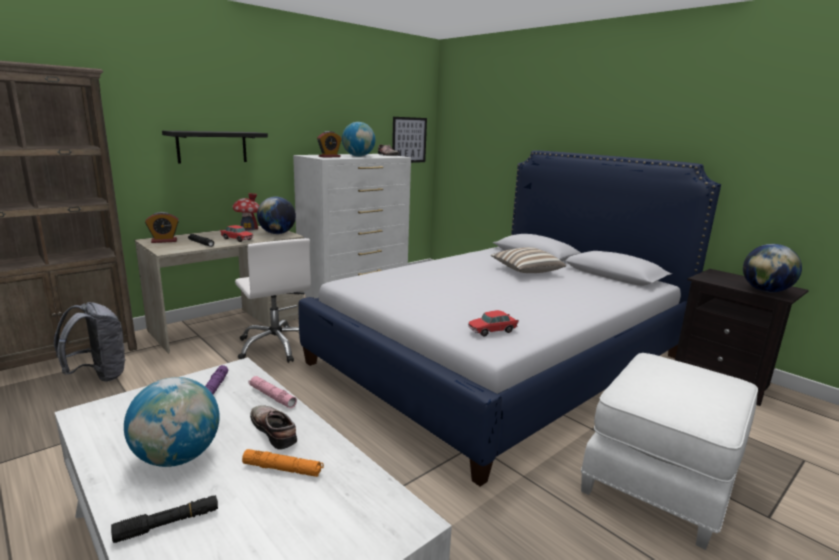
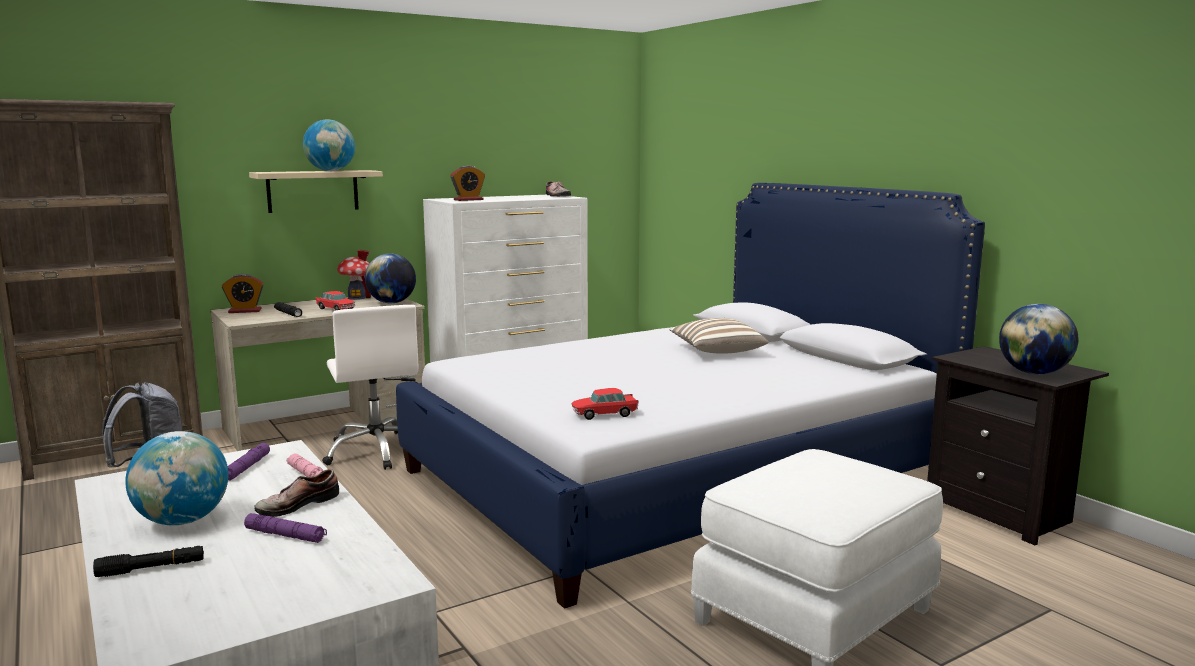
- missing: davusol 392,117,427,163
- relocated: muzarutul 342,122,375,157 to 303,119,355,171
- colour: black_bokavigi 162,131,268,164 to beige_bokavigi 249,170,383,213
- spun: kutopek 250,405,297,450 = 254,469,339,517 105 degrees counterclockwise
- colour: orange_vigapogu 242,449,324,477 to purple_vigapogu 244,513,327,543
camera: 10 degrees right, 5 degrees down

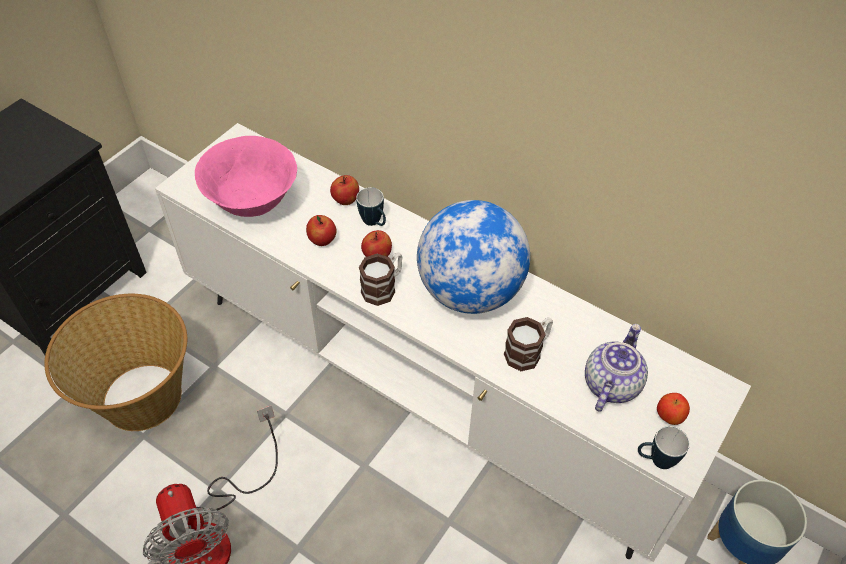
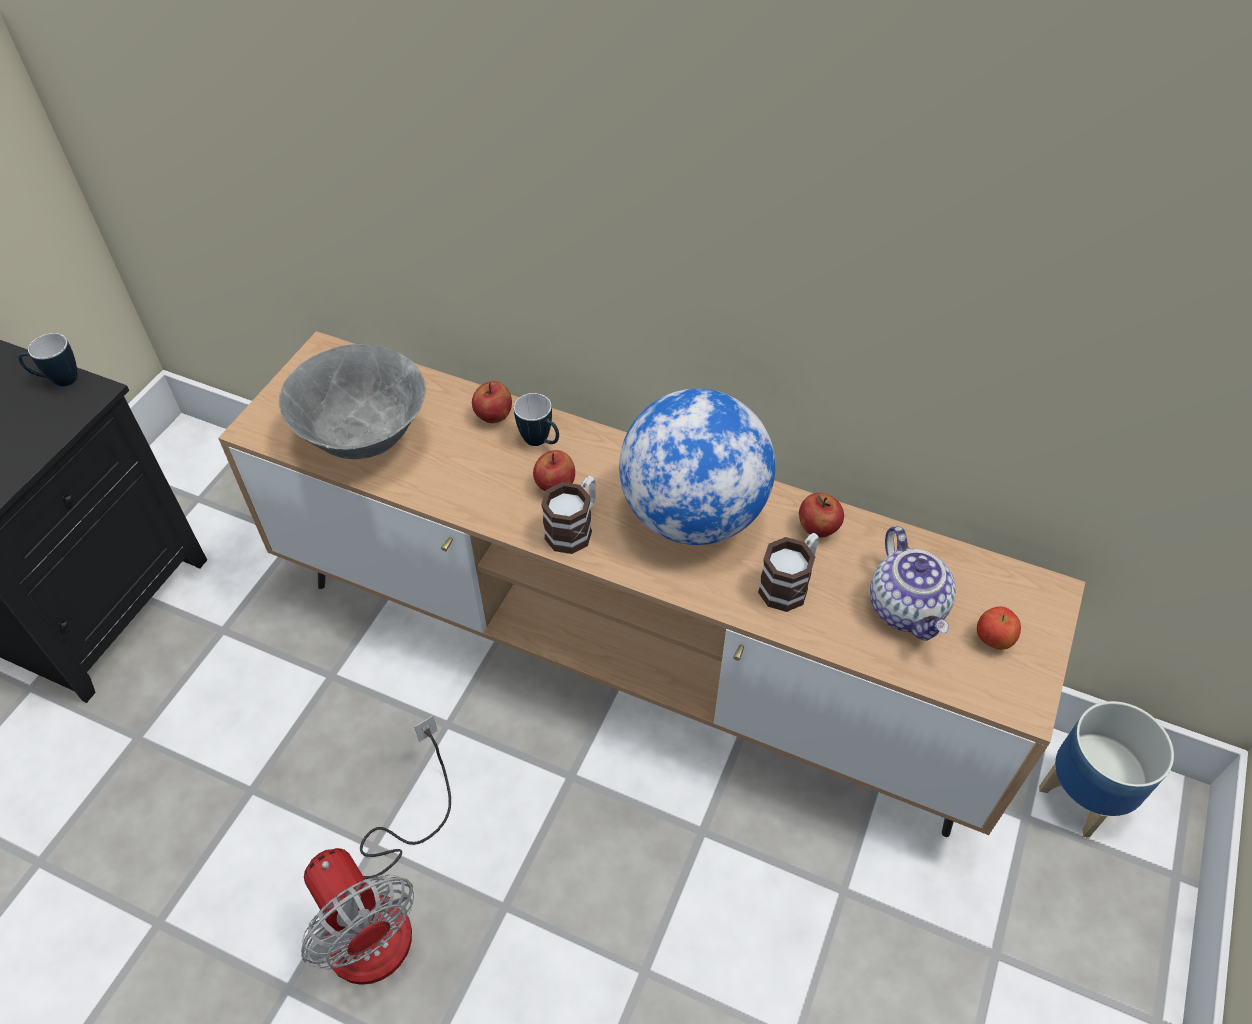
- colour: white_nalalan 155,123,751,562 to brown_nalalan 218,331,1085,837
- colour: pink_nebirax 195,136,297,217 to grey_nebirax 279,344,426,459
- relocated: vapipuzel 306,215,336,246 to 799,493,844,538
- missing: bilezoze 44,294,187,431
- spun: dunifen 585,324,648,412 = 870,526,956,641 150 degrees clockwise
- relocated: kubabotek 638,426,690,469 to 18,333,77,386
camera: 10 degrees left, 0 degrees up

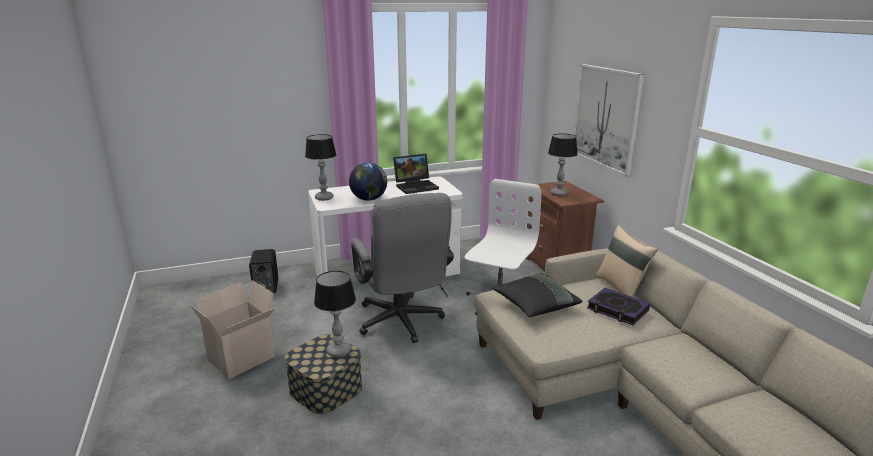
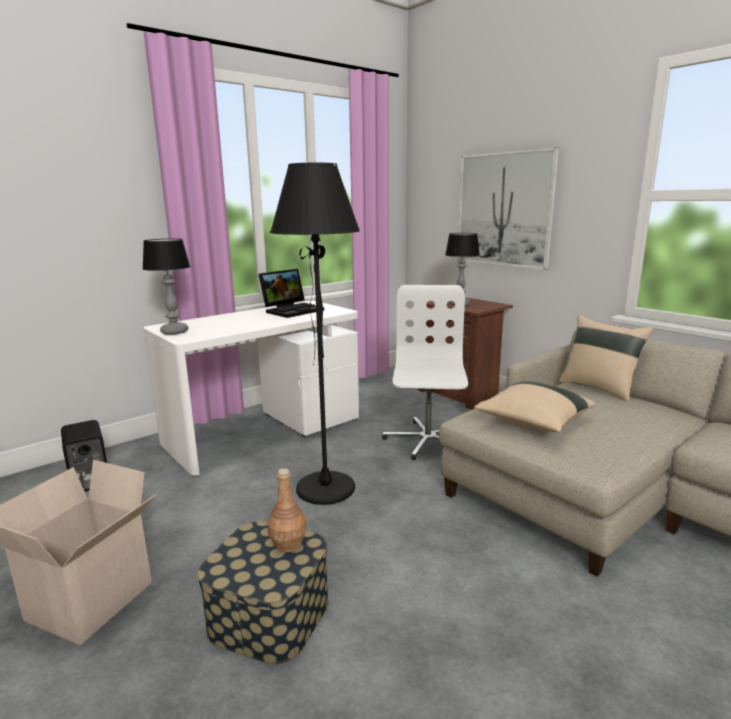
- missing: muzarutul 349,163,387,201
- exchanged: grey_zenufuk 351,193,454,343 to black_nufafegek 270,163,360,505
- exchanged: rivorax 314,271,356,357 to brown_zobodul 268,468,307,552
- colour: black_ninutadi 492,273,582,317 to beige_ninutadi 475,381,595,432
- missing: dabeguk 587,288,650,325
camera: 20 degrees left, 5 degrees down

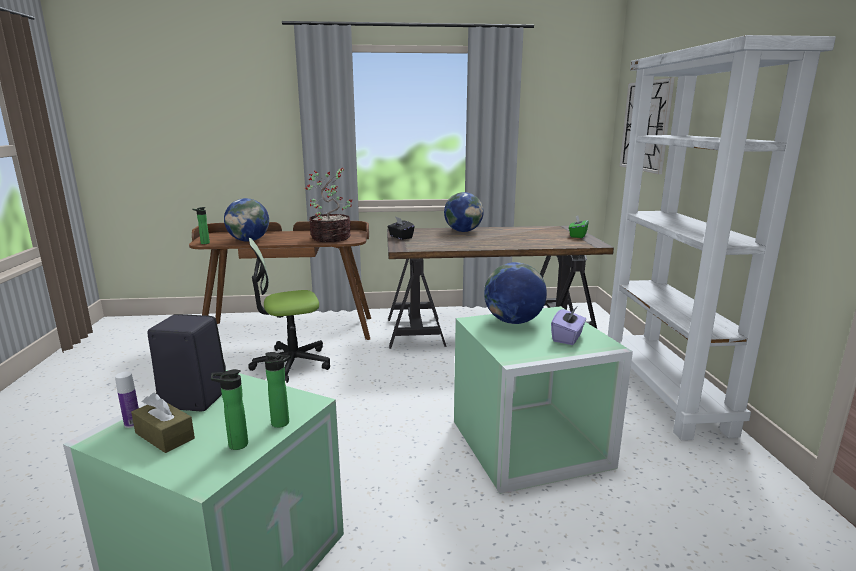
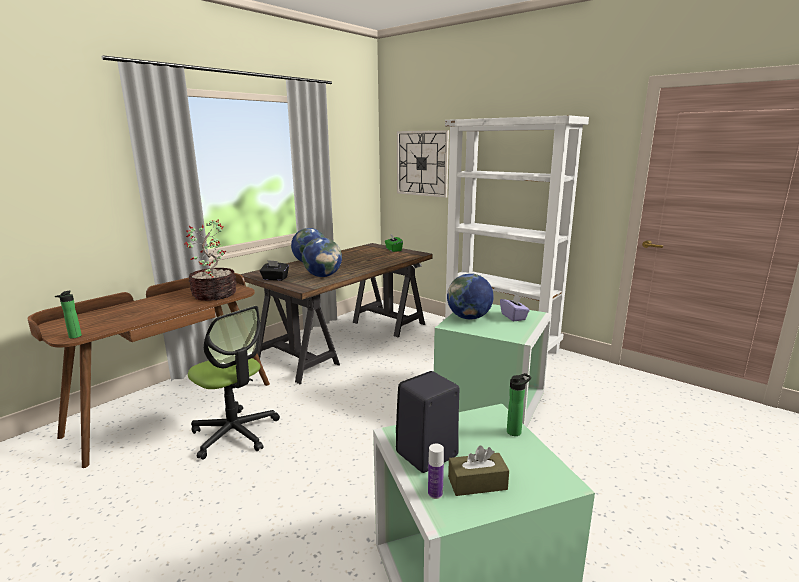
- relocated: muzarutul 224,198,269,242 to 302,238,342,277
- spun: zenufuk 248,238,330,383 = 188,306,280,460 75 degrees counterclockwise
- missing: zobodul 211,369,248,450
camera: 45 degrees left, 0 degrees up

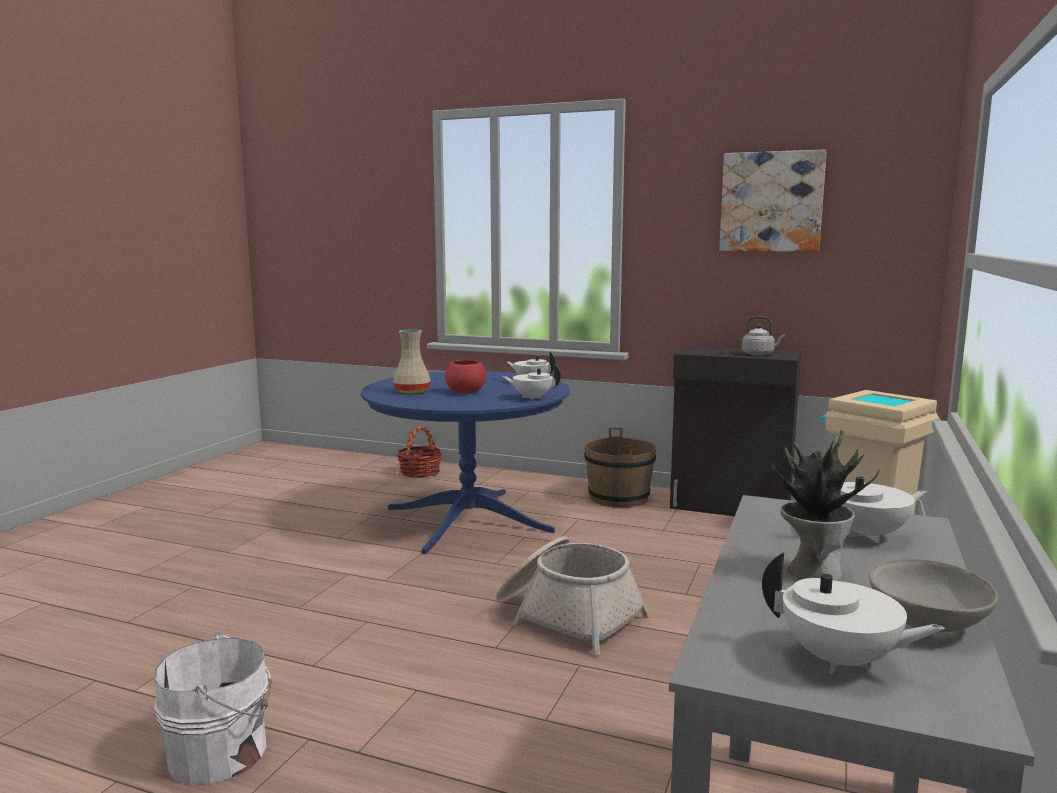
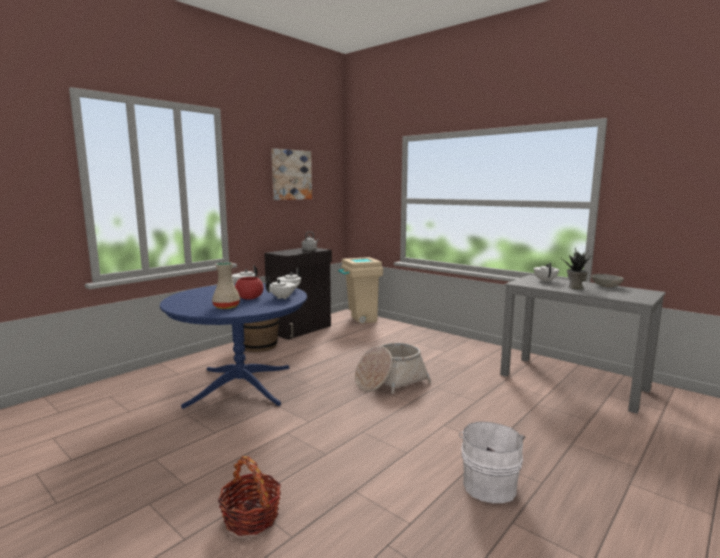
- relocated: bilezoze 397,426,442,478 to 218,456,281,536
- relocated: white_dunifen 762,552,945,675 to 265,277,300,299
camera: 70 degrees left, 0 degrees up

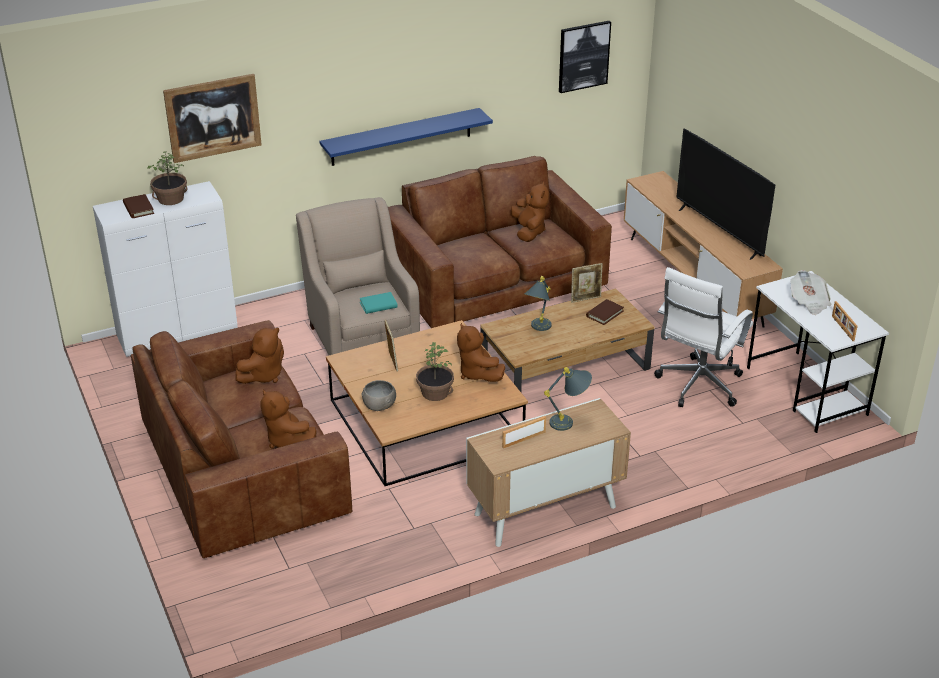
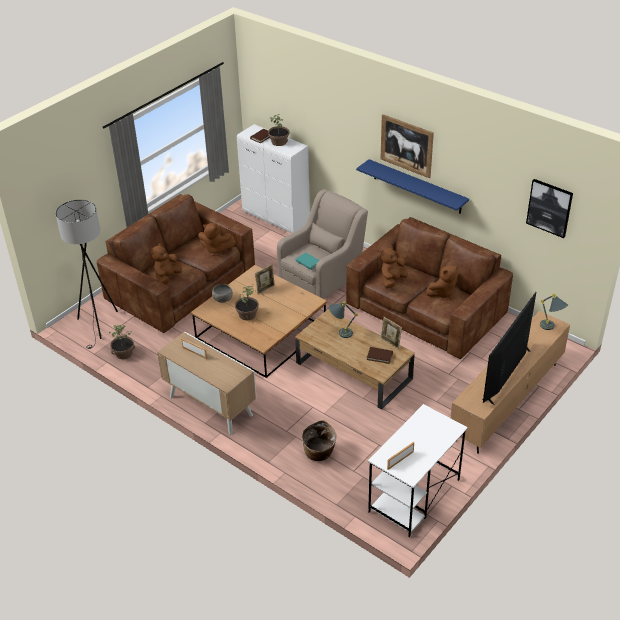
- relocated: davusol 163,74,262,163 to 380,114,434,178
- missing: white_zenufuk 654,267,753,407
- missing: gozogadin 790,270,832,315
- relocated: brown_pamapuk 457,323,505,382 to 381,245,408,289
- relocated: grey_rivorax 544,367,592,431 to 540,293,568,330
- appeared: grey_nufafegek 56,200,118,349
- appeared: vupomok 109,325,135,359
- appeared: bilezoze 302,420,337,461
camera: 65 degrees right, 5 degrees up

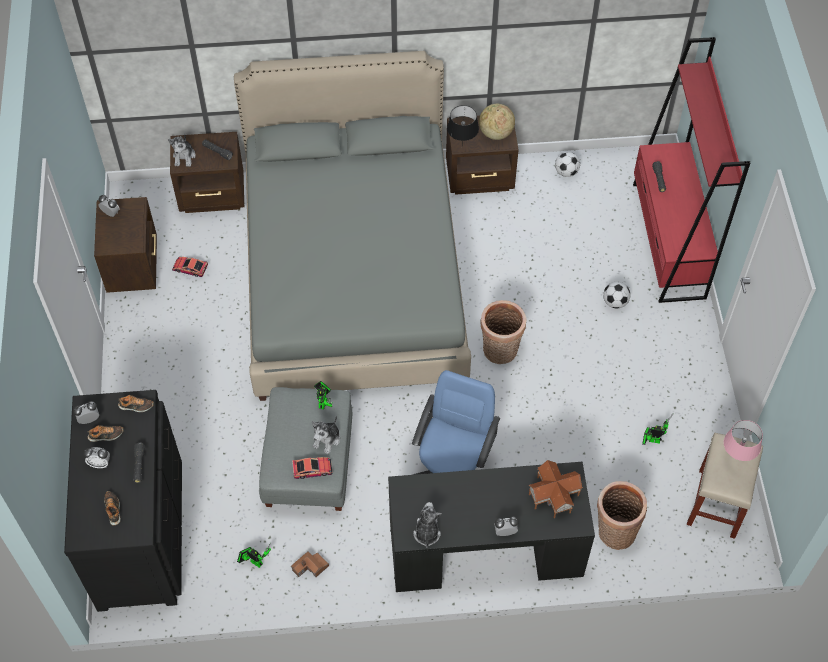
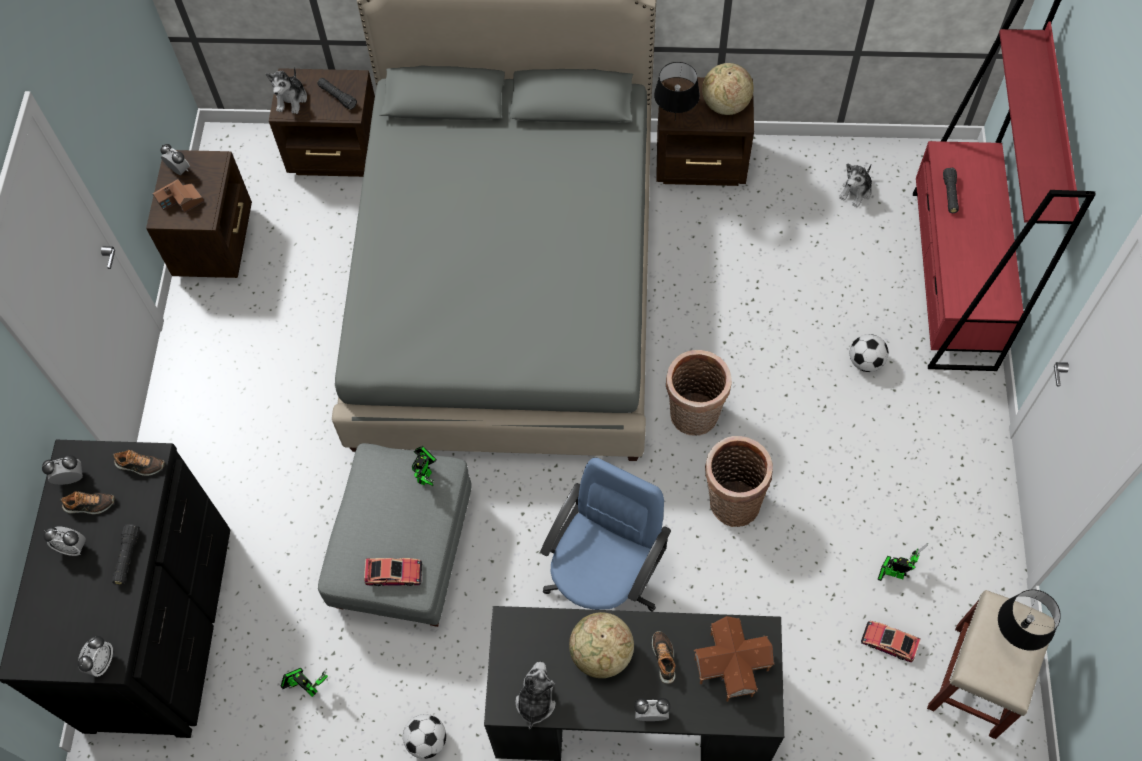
- relocated: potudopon 555,152,580,177 to 403,714,446,759
- relocated: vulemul 172,257,208,277 to 861,621,921,662
- relocated: pamapuk 312,416,340,454 to 839,164,872,208
- colour: pink_rivorax 724,420,763,461 to black_rivorax 998,590,1061,651
- relocated: bilezoze 597,481,647,550 to 705,436,773,527
- relocated: kutopek 104,491,121,526 to 652,631,676,684
- relocated: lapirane 291,552,329,577 to 152,179,204,213
- appeared: muzarutul 569,612,634,678
- appeared: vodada 78,636,113,677
camera: 10 degrees right, 5 degrees up

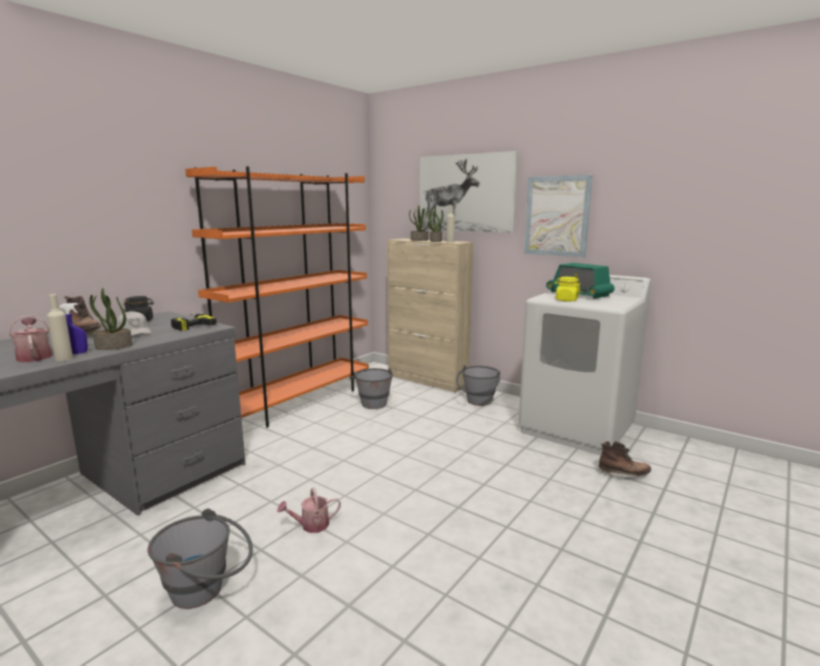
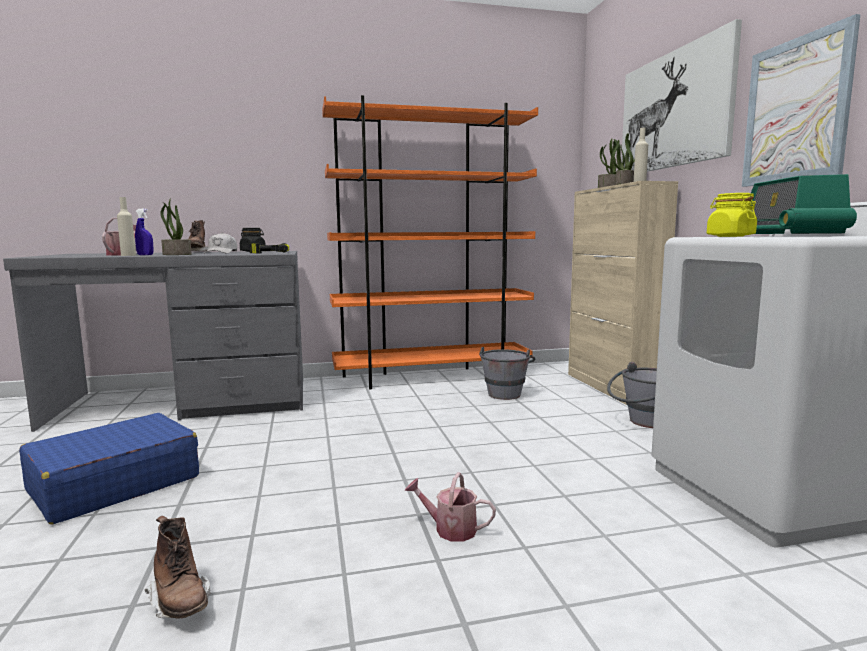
- relocated: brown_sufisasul 599,441,651,478 to 145,516,210,619
- relocated: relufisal 277,488,341,533 to 405,472,496,541
- exchanged: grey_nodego 148,508,253,609 to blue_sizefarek 19,413,199,525
camera: 40 degrees right, 5 degrees down

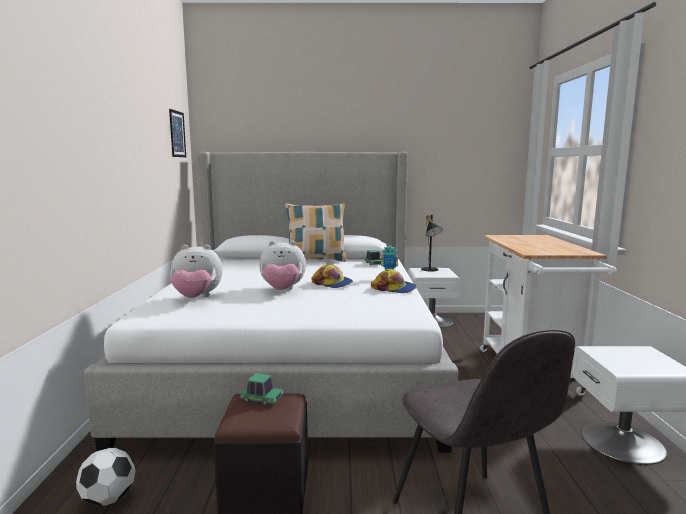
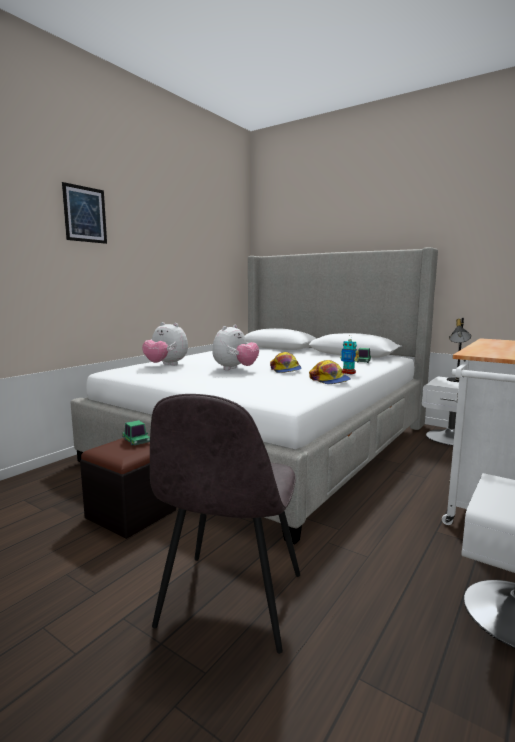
- relocated: davusol 169,109,186,157 to 62,182,107,244
- missing: ninutadi 285,203,346,262
- spun: pamapuk 259,241,306,290 = 212,325,259,370 90 degrees counterclockwise
- missing: potudopon 76,448,135,506
camera: 35 degrees right, 0 degrees up

